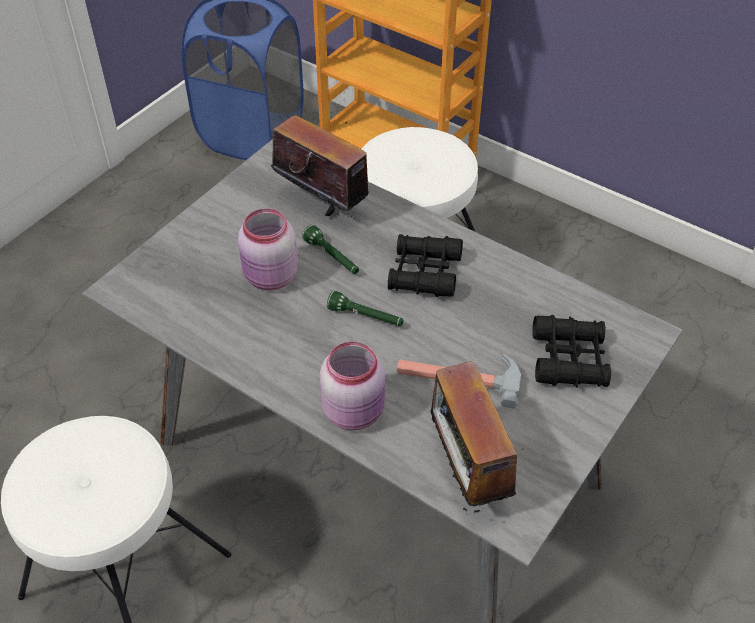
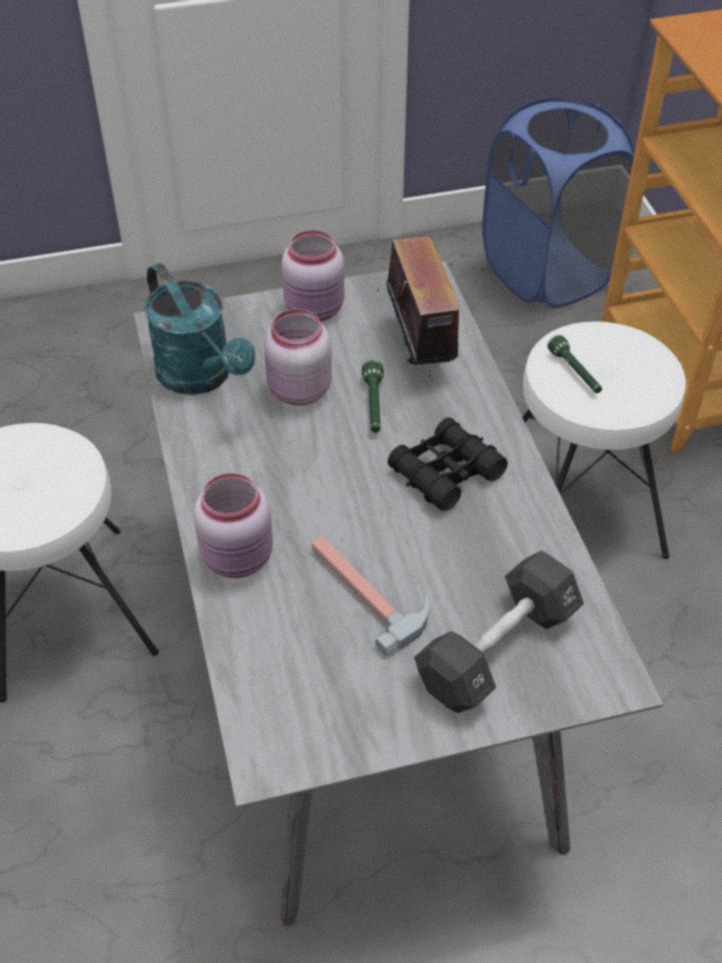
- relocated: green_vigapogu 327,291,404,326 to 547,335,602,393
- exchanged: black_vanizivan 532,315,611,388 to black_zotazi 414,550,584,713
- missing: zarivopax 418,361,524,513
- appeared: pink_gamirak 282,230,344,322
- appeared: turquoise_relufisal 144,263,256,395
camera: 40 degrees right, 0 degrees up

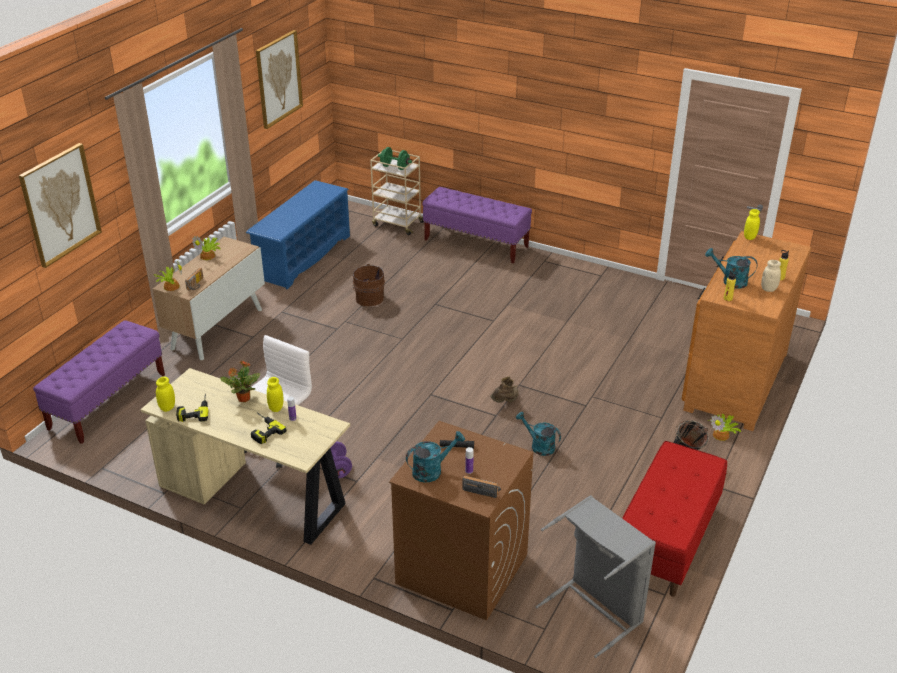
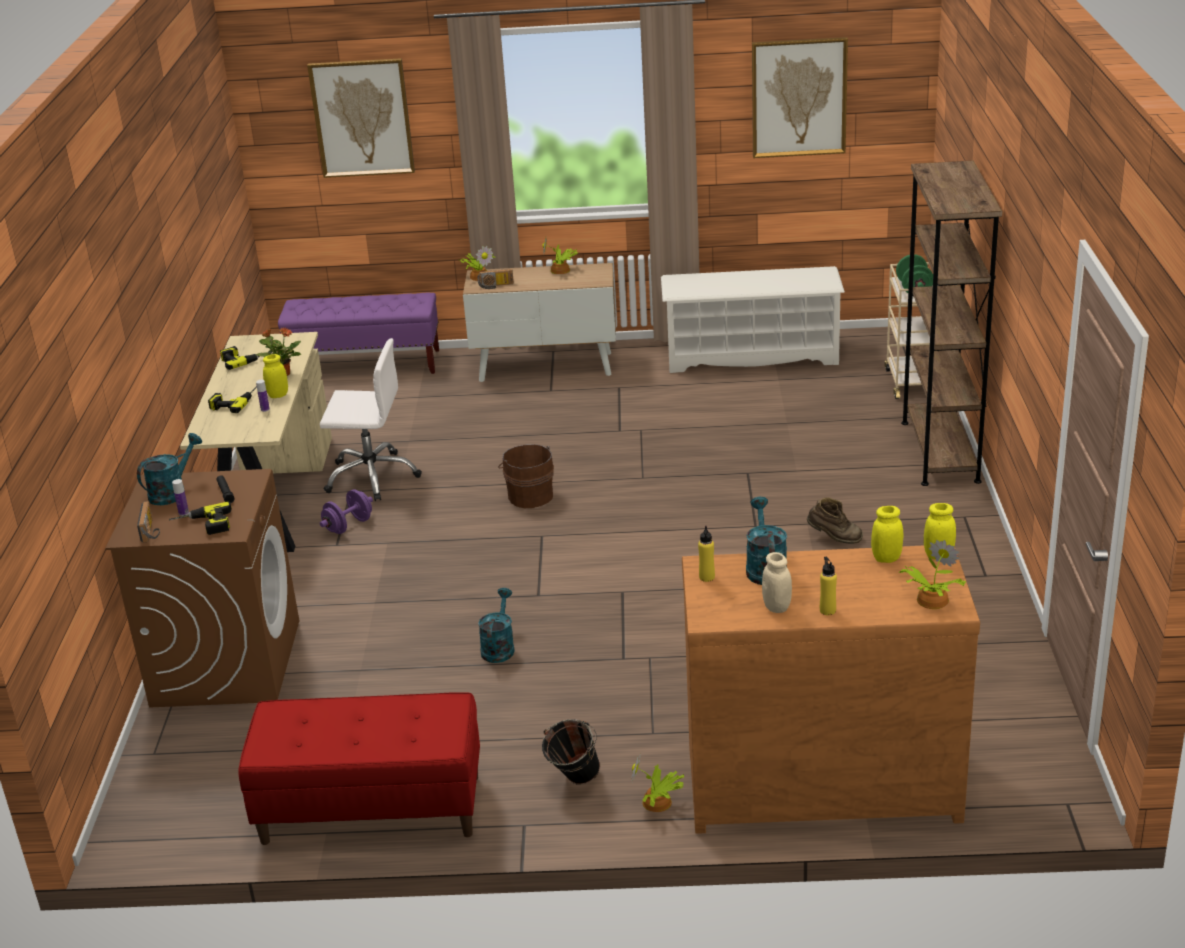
- colour: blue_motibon 246,180,350,289 to white_motibon 661,266,845,373
- exchanged: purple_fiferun 422,187,532,263 to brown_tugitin 901,161,1002,486
- relocated: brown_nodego 353,264,385,306 to 498,444,554,508
- relocated: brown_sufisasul 490,376,519,403 to 807,497,863,544
- relocated: yellow_gamirak 156,377,175,412 to 871,506,903,563
- spun: turquoise_relufisal 406,431,465,483 = 137,433,202,505 90 degrees counterclockwise
- missing: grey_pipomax 536,495,656,658
- appeared: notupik 169,502,232,535
- appeared: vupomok 899,540,966,609
camera: 65 degrees right, 5 degrees down

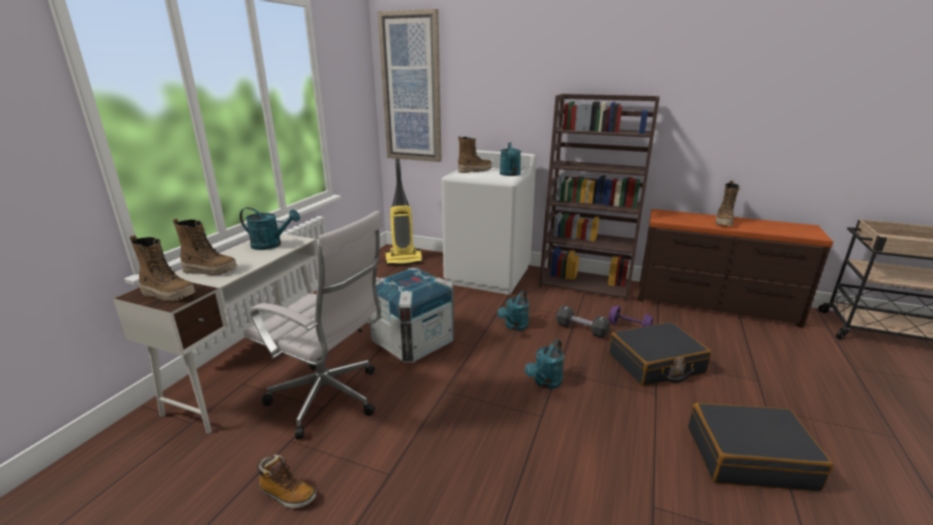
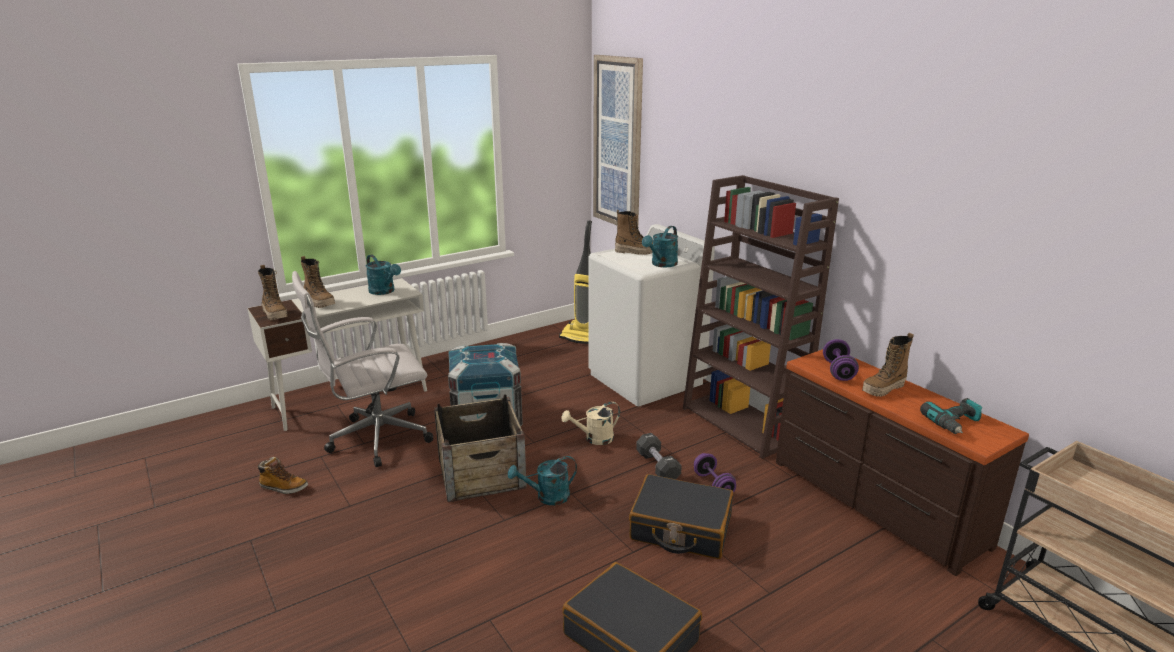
- spun: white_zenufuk 243,211,383,440 = 292,271,433,467 90 degrees clockwise
- colour: turquoise_relufisal 497,291,529,331 to beige_relufisal 561,402,620,445
- spun: sufisasul 257,454,316,508 = 257,457,308,494 45 degrees counterclockwise
- appeared: purple_zotazi 823,339,859,381
- appeared: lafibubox 434,394,527,502
- appeared: notupik 920,398,983,434
camera: 35 degrees right, 0 degrees up

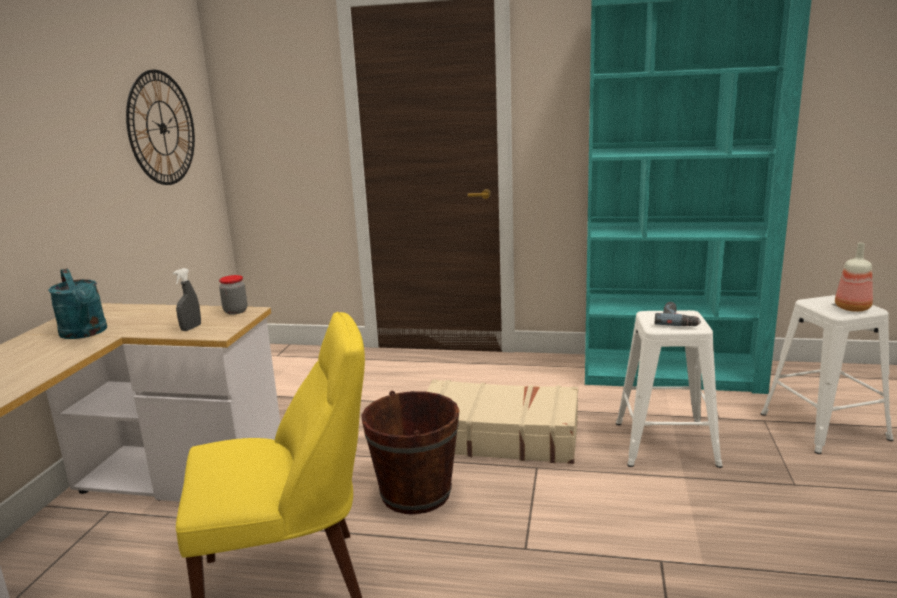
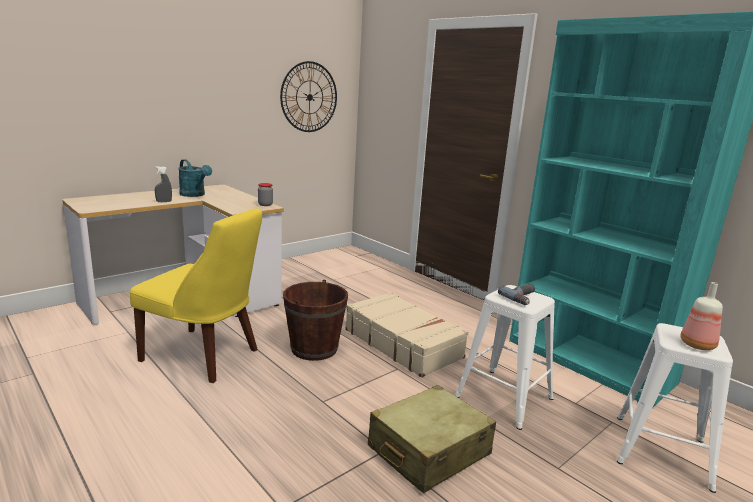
- spun: turquoise_relufisal 48,268,107,339 = 178,159,212,197 45 degrees counterclockwise
- relocated: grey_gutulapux 173,268,201,331 to 155,166,172,202
- appeared: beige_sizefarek 368,385,496,493
camera: 35 degrees right, 0 degrees up

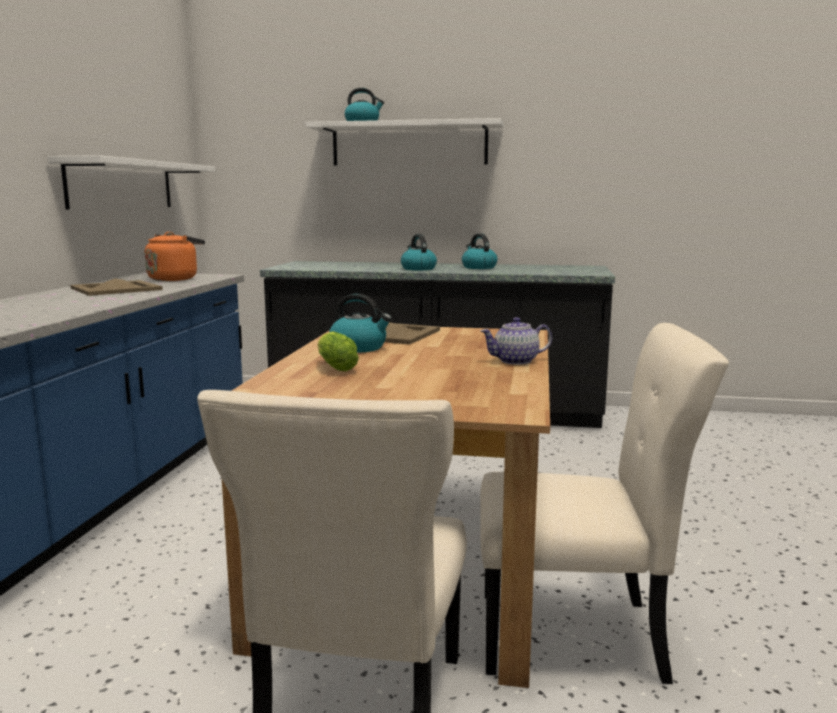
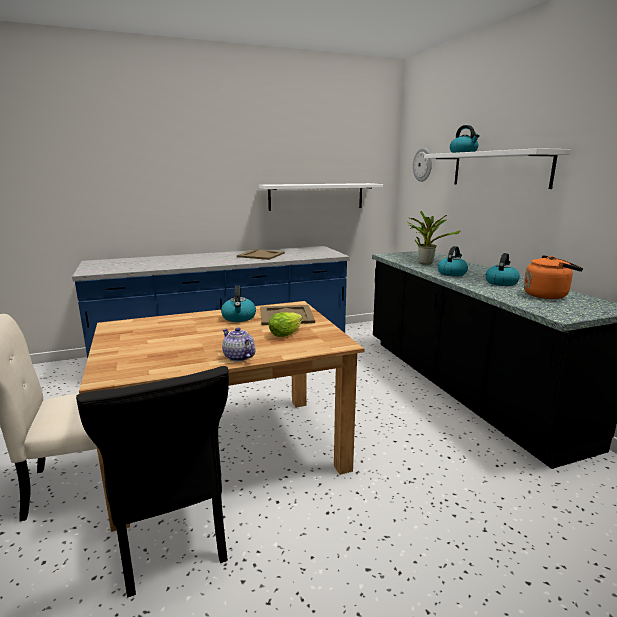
- relocated: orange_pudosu 145,232,205,281 to 524,255,583,299
- colour: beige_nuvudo 480,323,729,684 to black_nuvudo 76,366,229,598
- relocated: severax 317,331,359,371 to 269,312,303,337
- appeared: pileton 413,148,432,182
- appeared: vupomok 407,211,460,265
camera: 60 degrees right, 5 degrees up

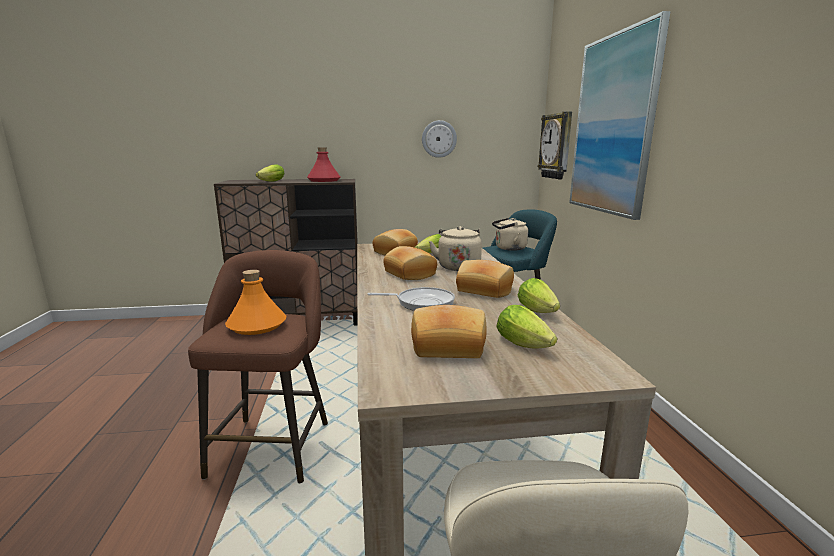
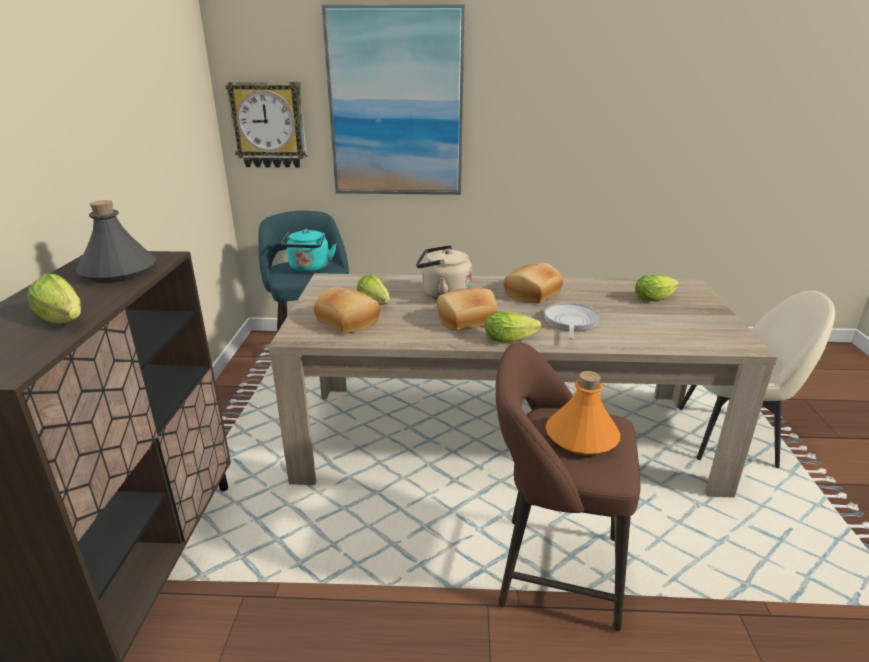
- missing: pileton 422,120,457,158
- colour: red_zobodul 307,147,340,182 to grey_zobodul 76,200,156,283
- colour: beige_pudosu 492,218,528,251 to turquoise_pudosu 281,229,336,272
- relocated: severax 518,278,560,313 to 485,311,542,342
- missing: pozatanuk 411,305,487,358
camera: 80 degrees left, 10 degrees up

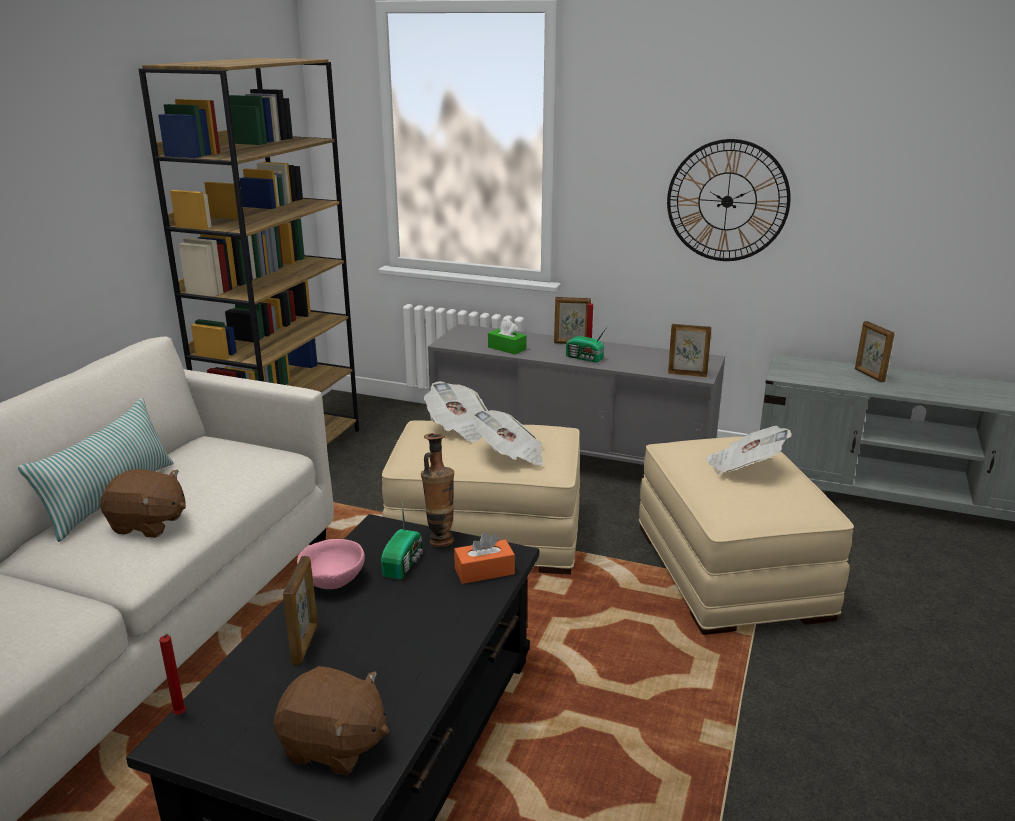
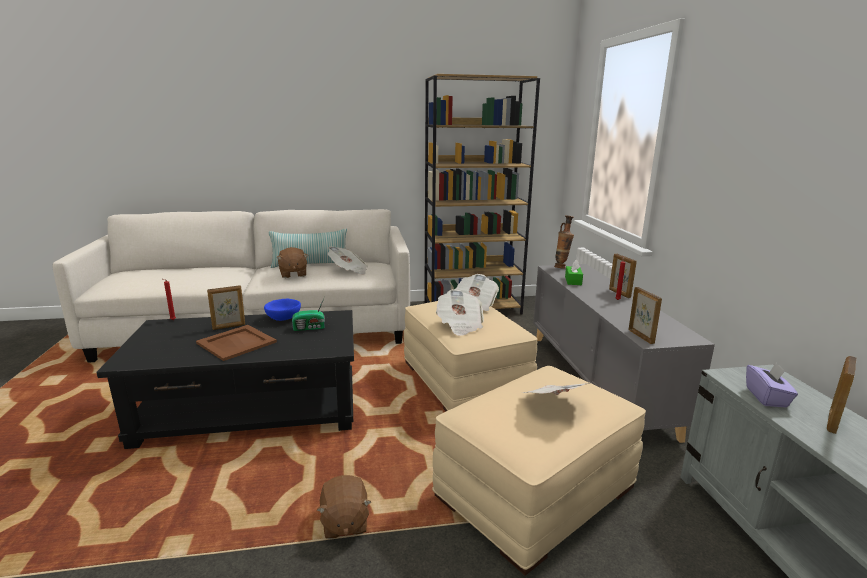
- missing: pileton 667,139,791,261
- missing: zarivopax 566,327,607,363
- relocated: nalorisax 421,433,454,547 to 554,216,574,269
- missing: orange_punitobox 454,532,515,584
- colour: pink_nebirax 297,539,365,589 to blue_nebirax 264,299,301,321
- relocated: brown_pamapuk 274,666,389,775 to 317,475,371,539
- appeared: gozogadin 327,246,368,275
- appeared: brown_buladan 196,325,277,361
- appeared: purple_punitobox 746,362,798,407
camera: 60 degrees right, 5 degrees down

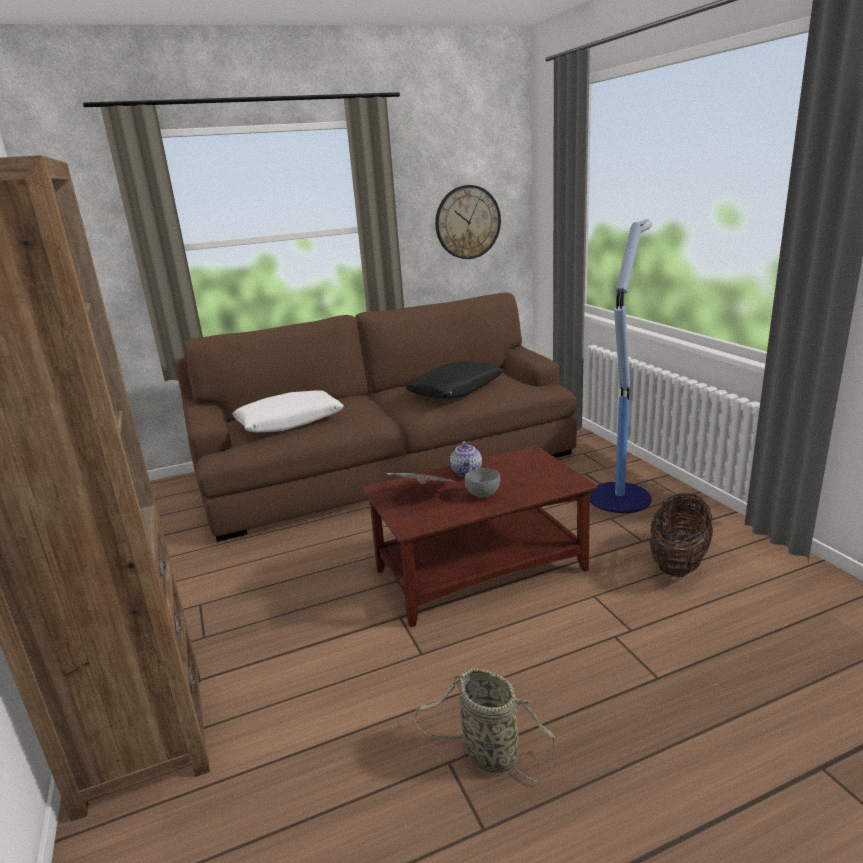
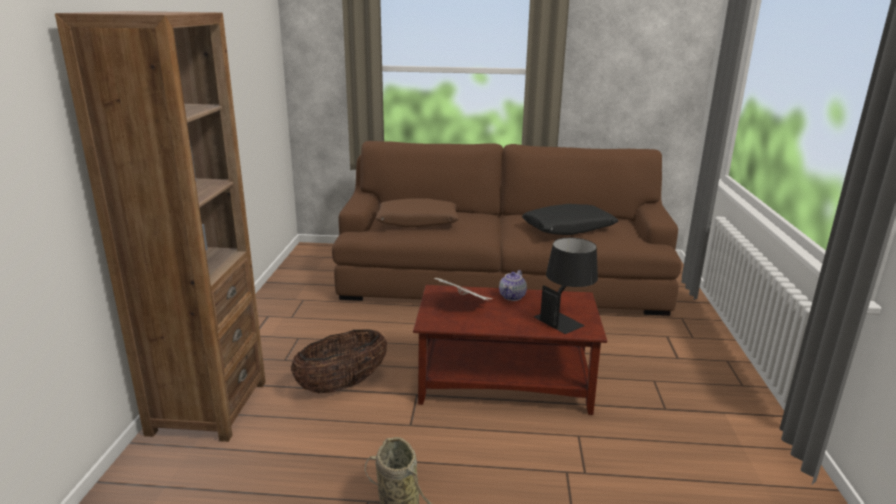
- missing: pileton 435,185,501,259
- missing: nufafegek 590,219,652,513
- colour: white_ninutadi 233,390,344,432 to brown_ninutadi 375,198,459,228
- missing: grey_nebirax 465,468,500,498
- relocated: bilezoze 649,493,713,577 to 291,329,387,393
- appeared: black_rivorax 534,238,598,334
camera: 25 degrees right, 0 degrees up

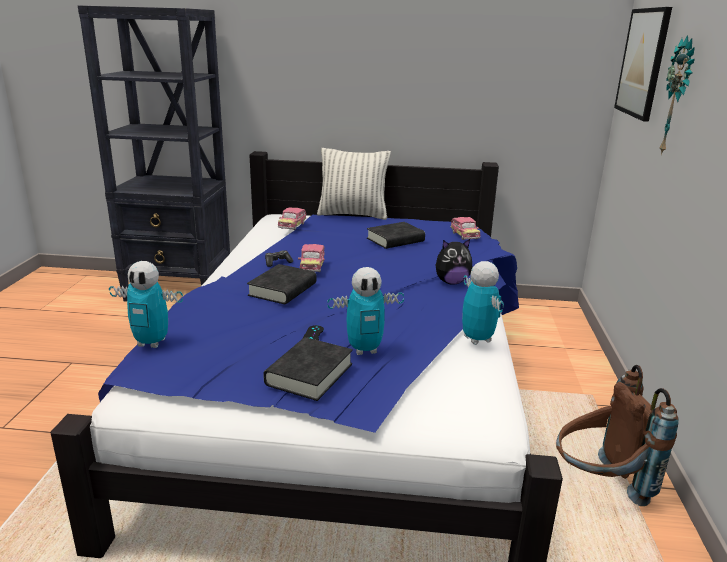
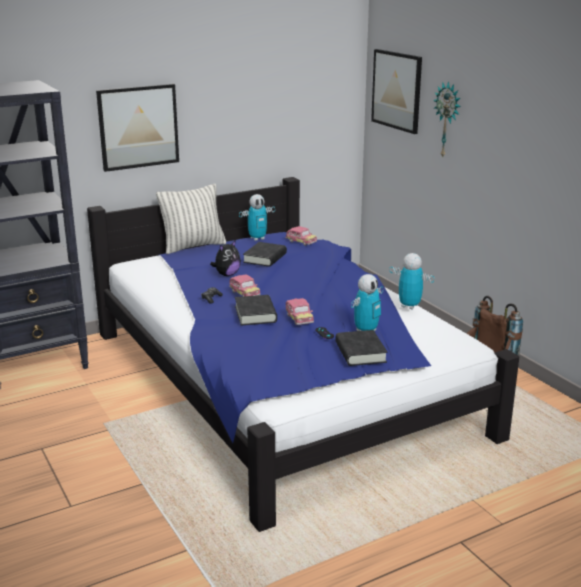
- relocated: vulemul 278,207,306,230 to 286,298,314,325
- relocated: pamapuk 436,239,472,285 to 210,241,241,276
- relocated: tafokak 109,261,183,348 to 239,194,275,241
- appeared: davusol 96,84,179,172
camera: 35 degrees left, 0 degrees up

